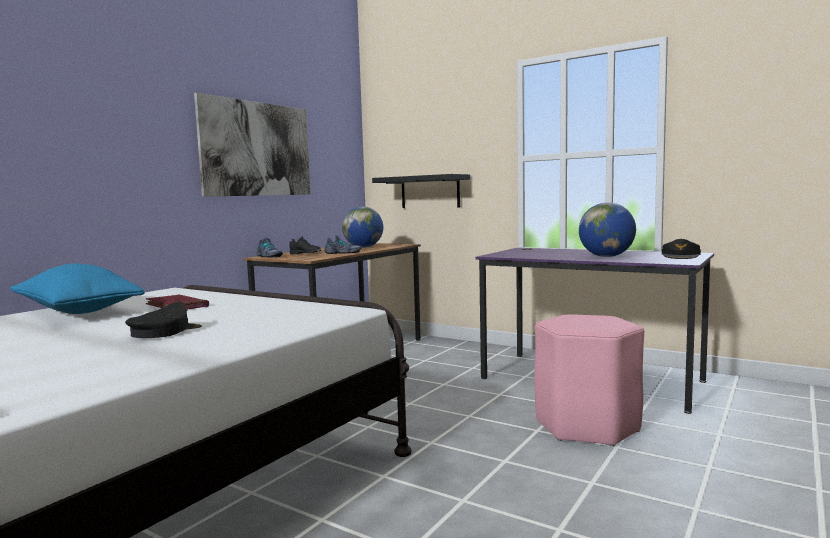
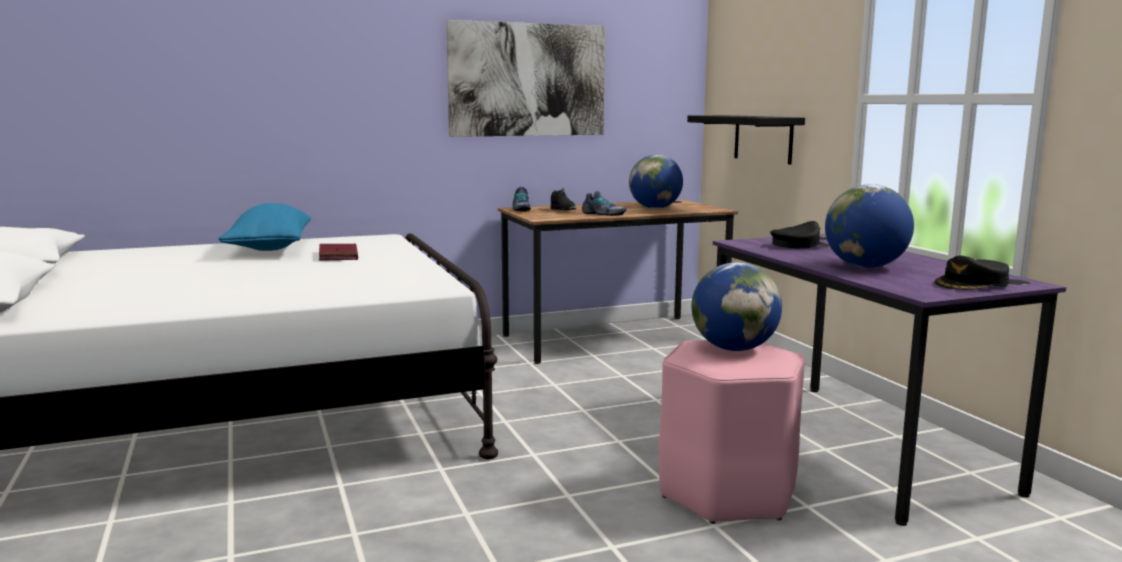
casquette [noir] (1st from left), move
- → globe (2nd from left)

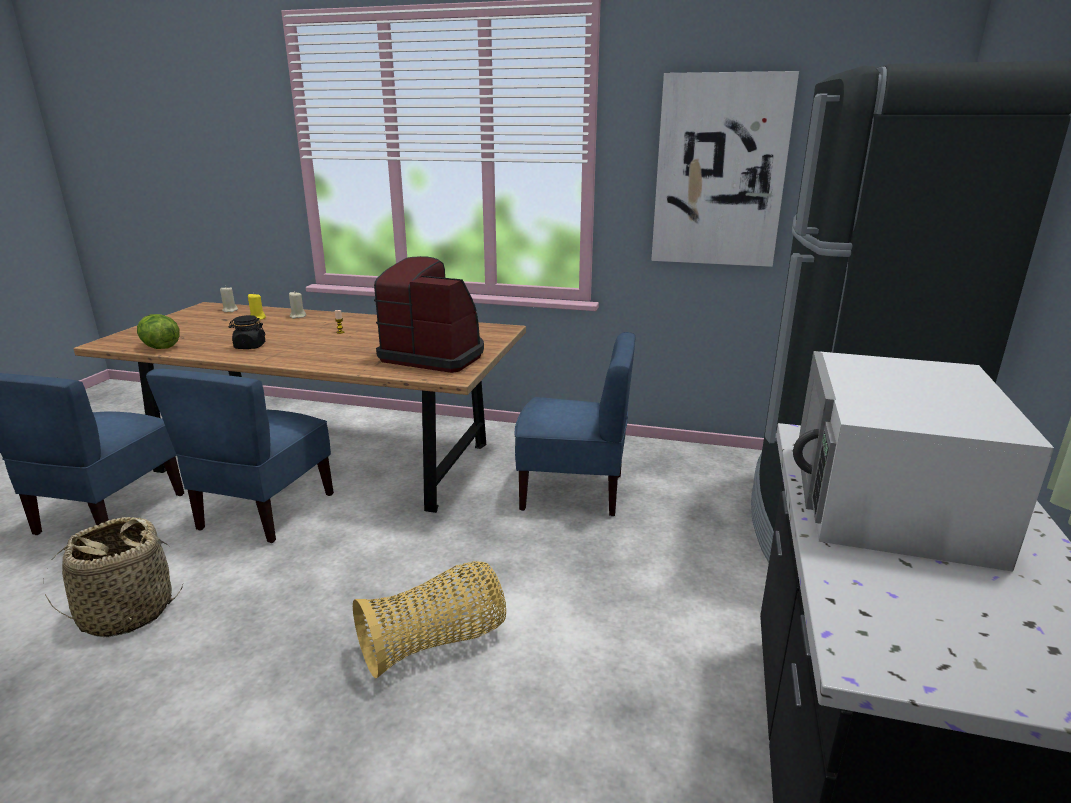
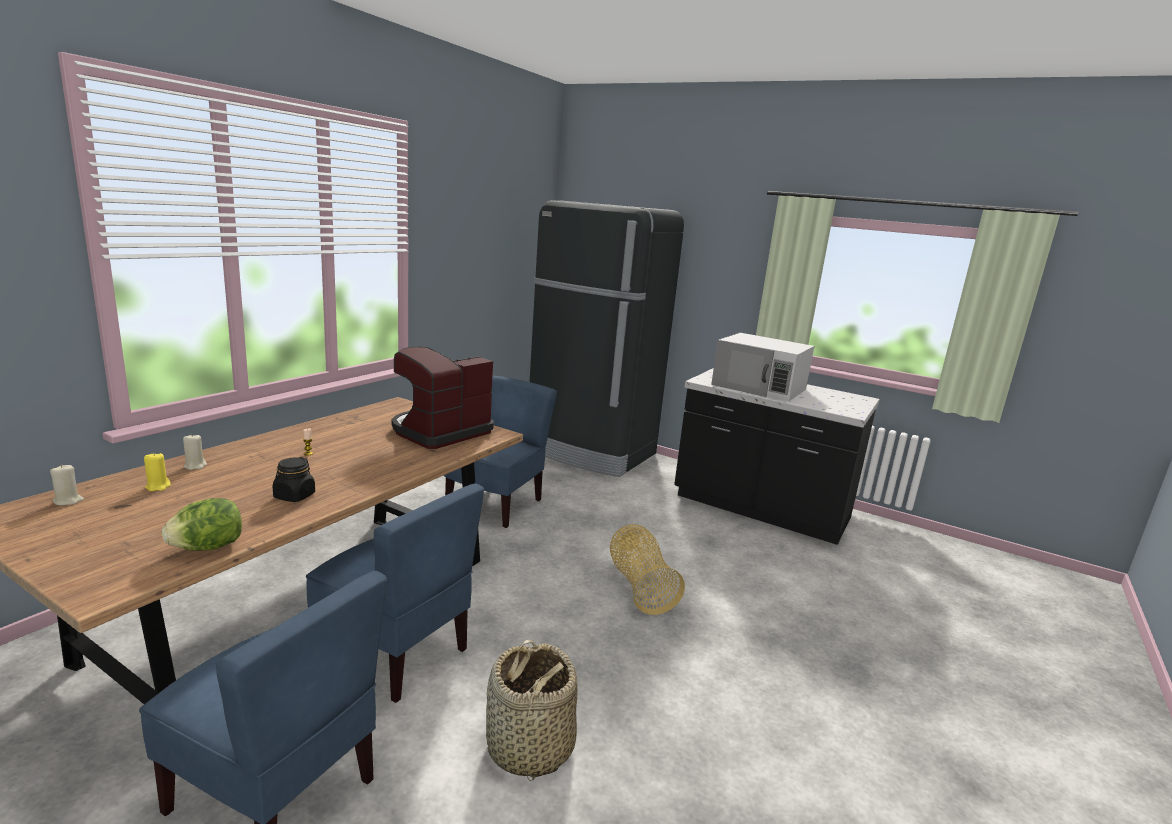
tableau → -

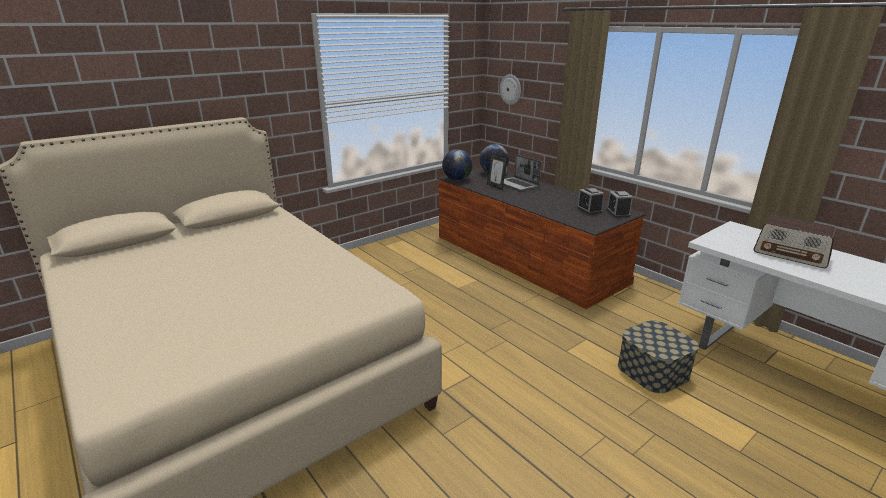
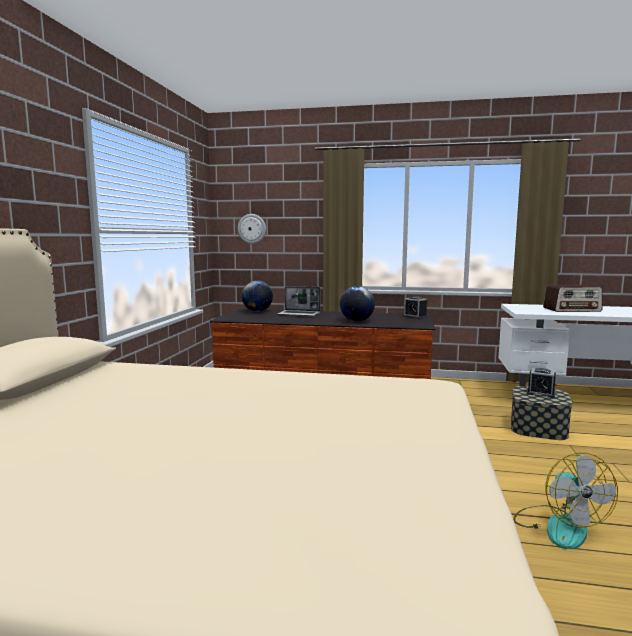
globe (1st from left in the first image) → globe (2nd from left), move
cadre photo → -
réveil (1st from left in the first image) → réveil (2nd from left), move
- → ventilateur

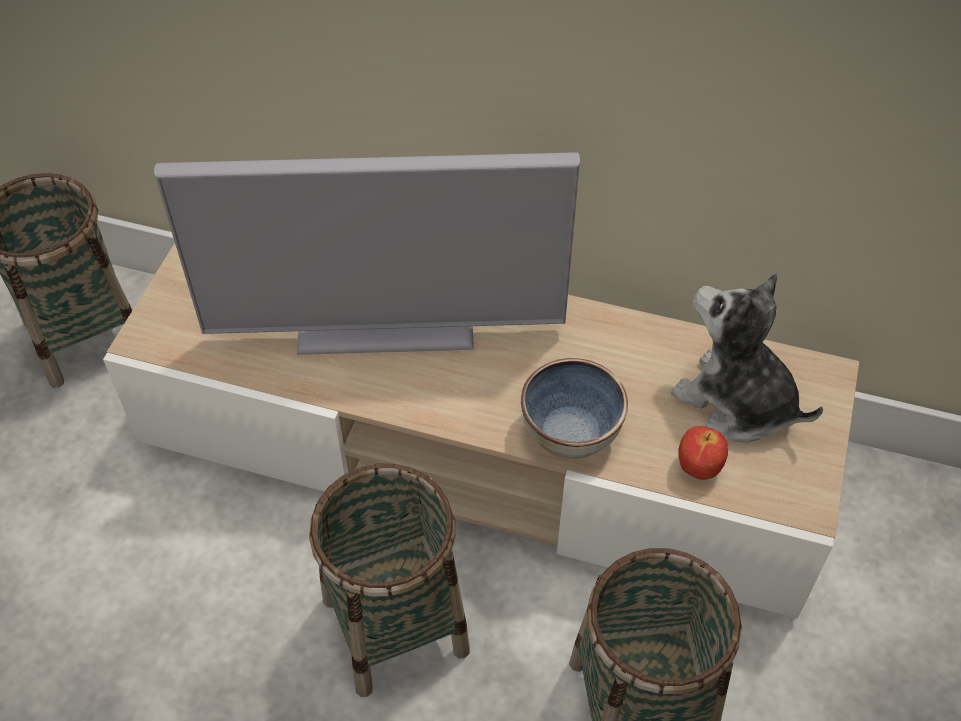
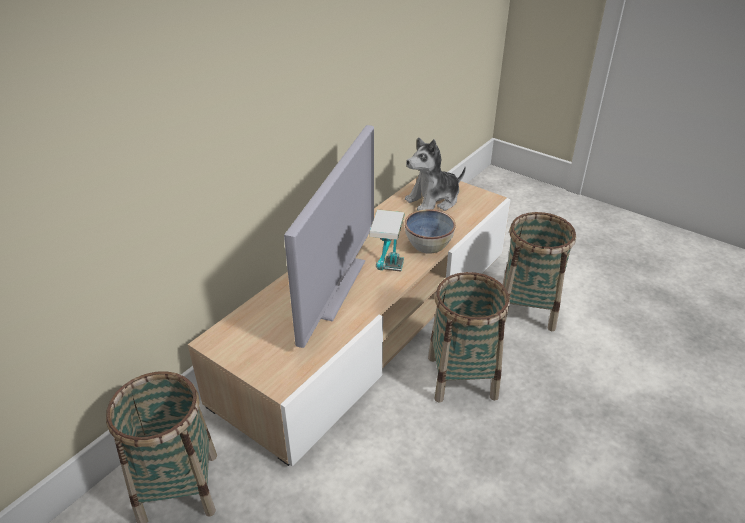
pomme → -
- → lampe de table

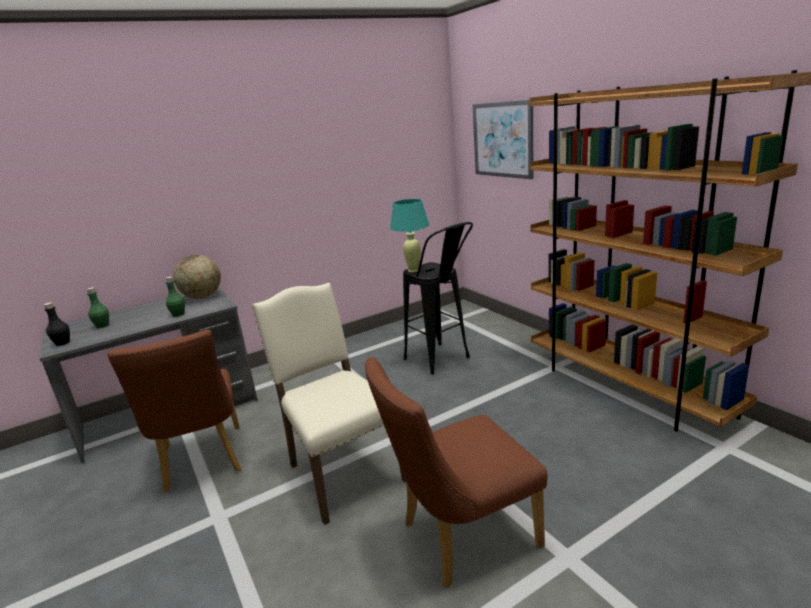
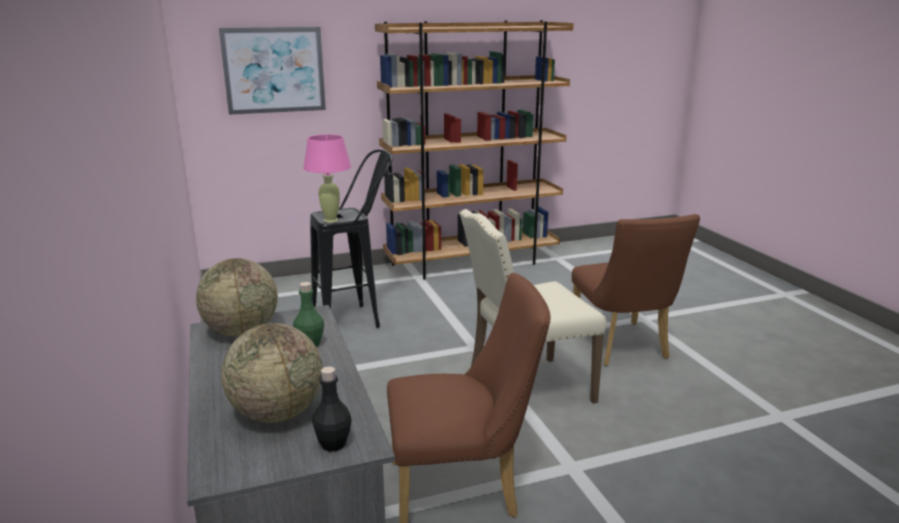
bouteille [vert] (1st from left) → globe (2nd from left)
lampe de table [turquoise] → lampe de table [rose]

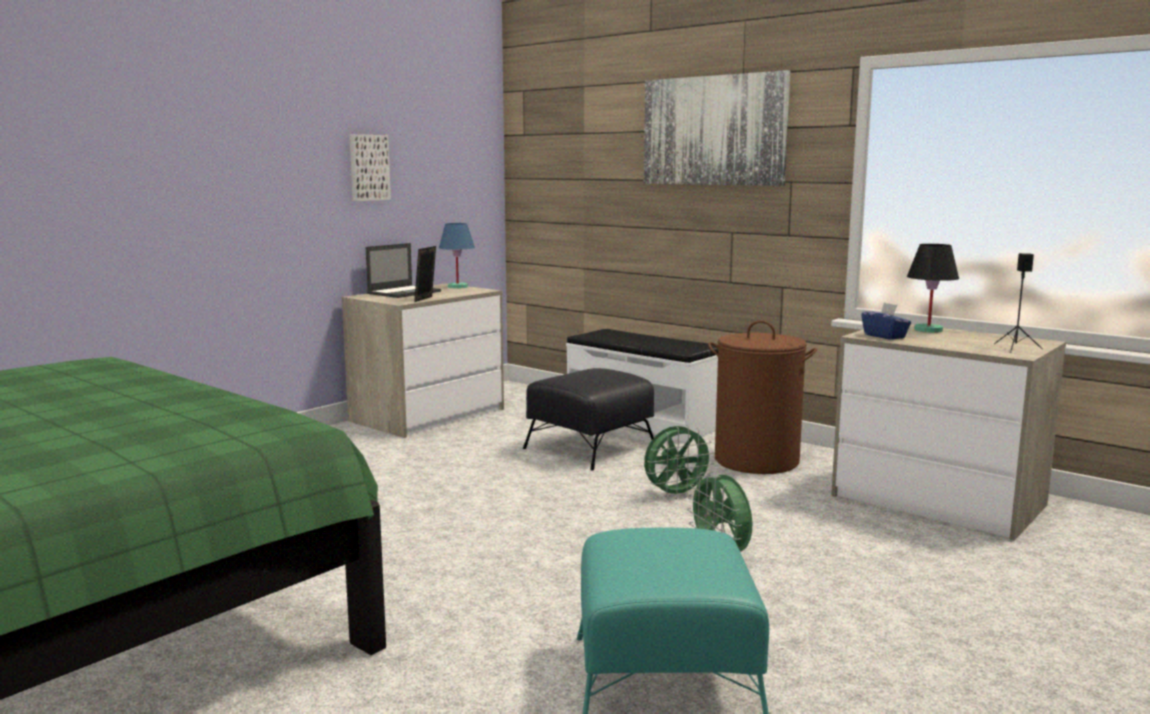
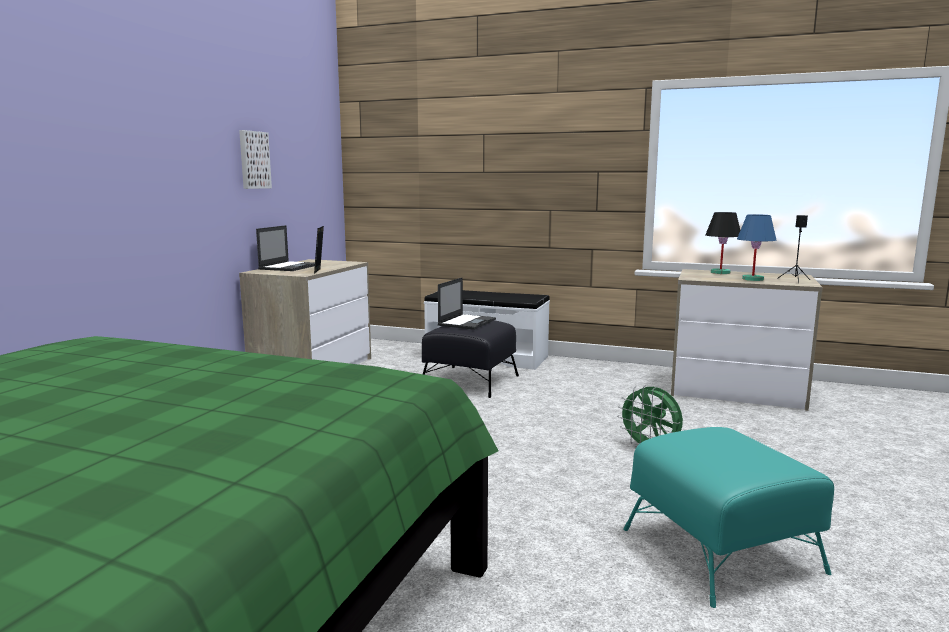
lampe de table [bleu], move
tableau (2nd from left) → -
ventilateur [vert] (1st from left) → -
panier à linge [marron] → -
boîte à mouchoirs [bleu] → -
- → ordinateur portable (2nd from left)

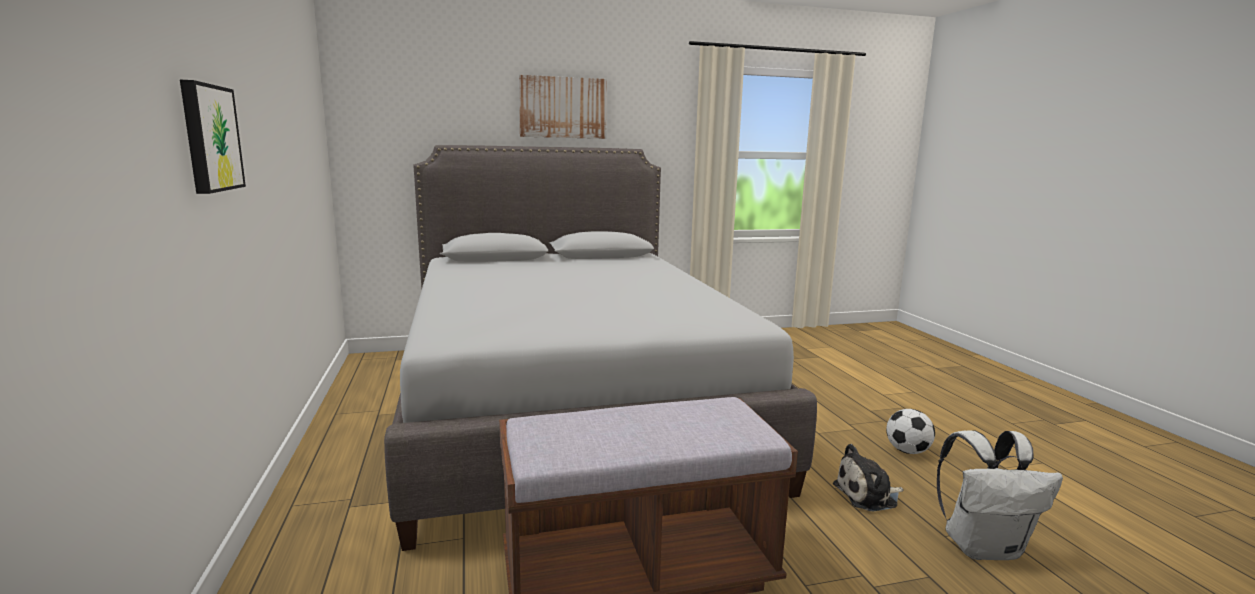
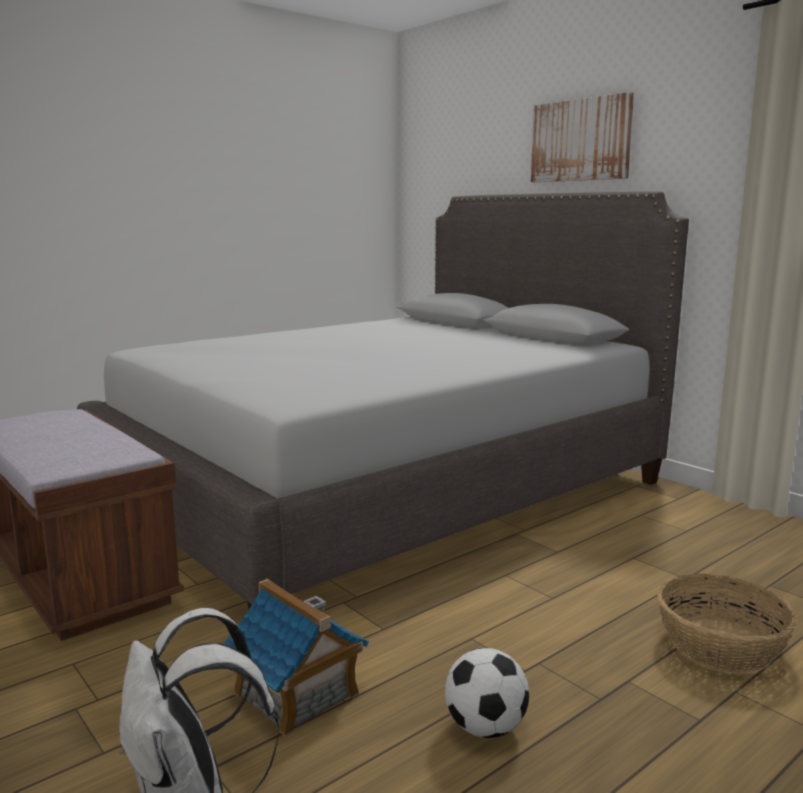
tableau (1st from left) → -
peluche → maison miniature
- → panier

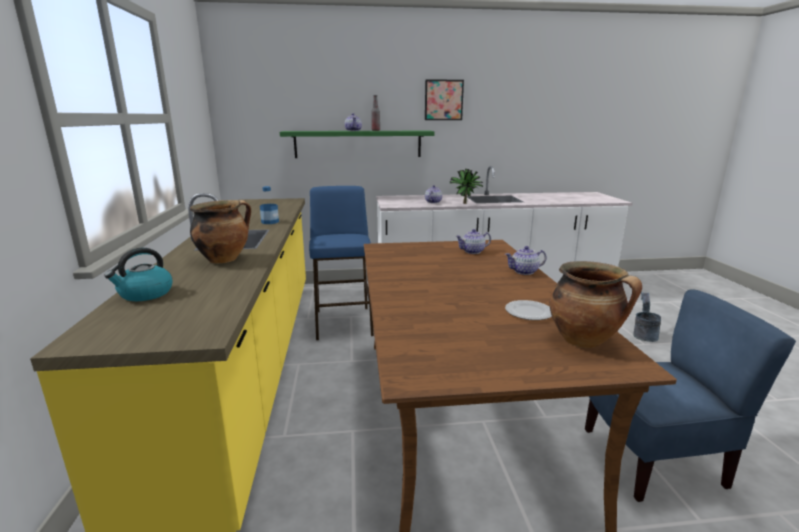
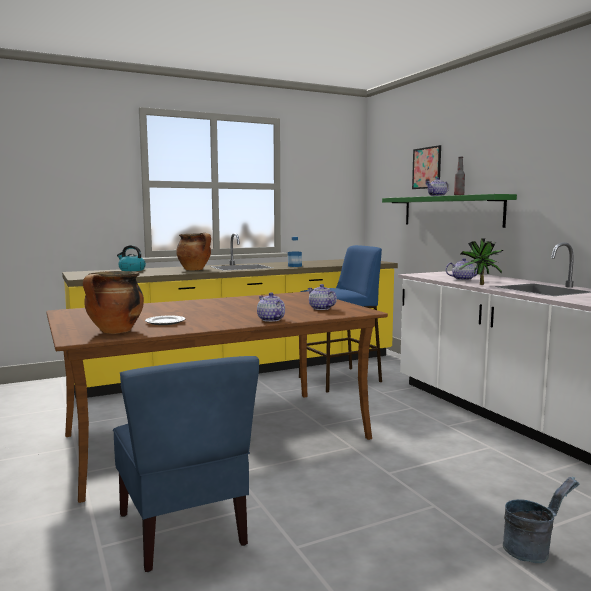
tableau, move

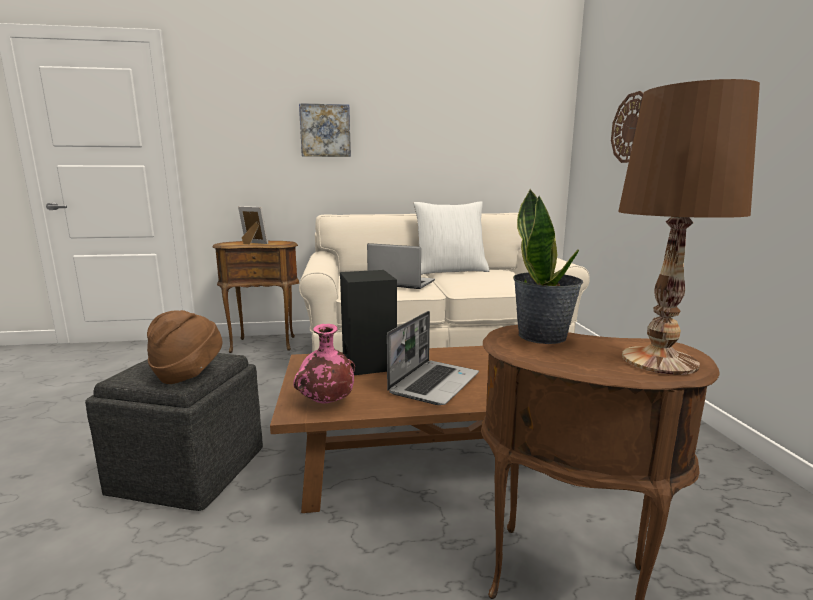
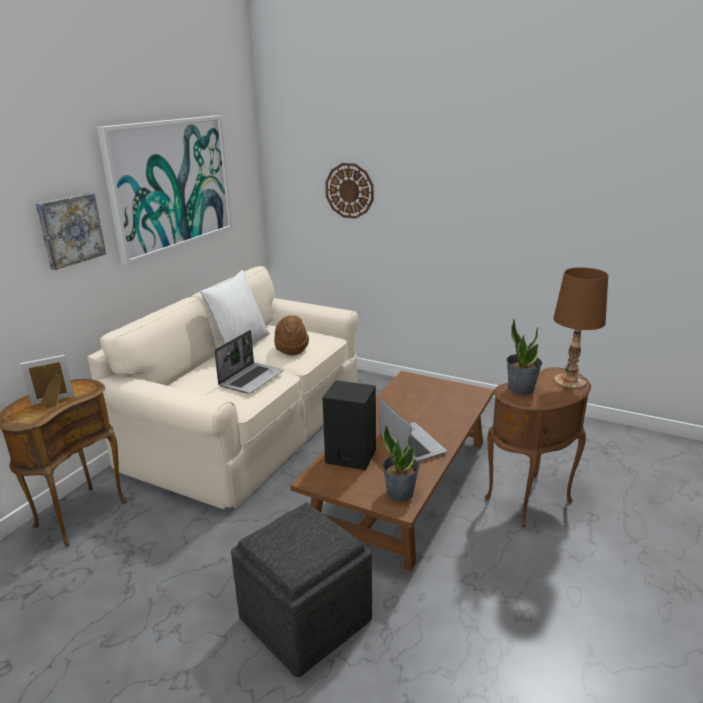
chapeau [marron], move
vase [rose] → plante en pot (1st from left)
ordinateur portable (1st from left), 150 degrees clockwise
- → tableau (2nd from left)

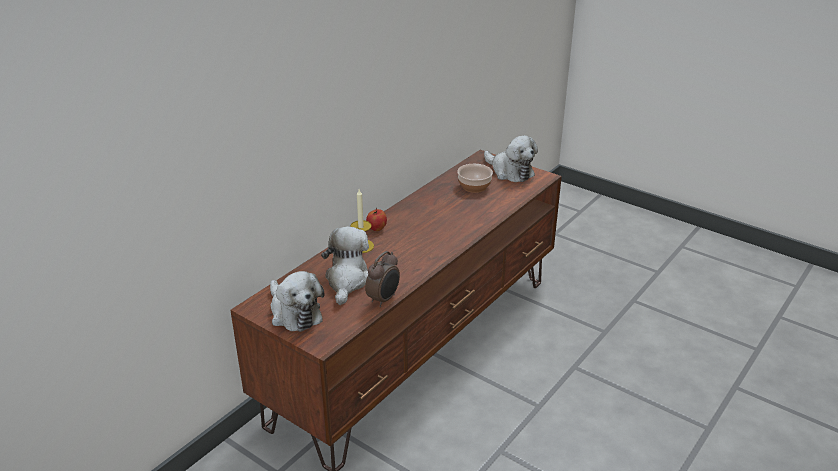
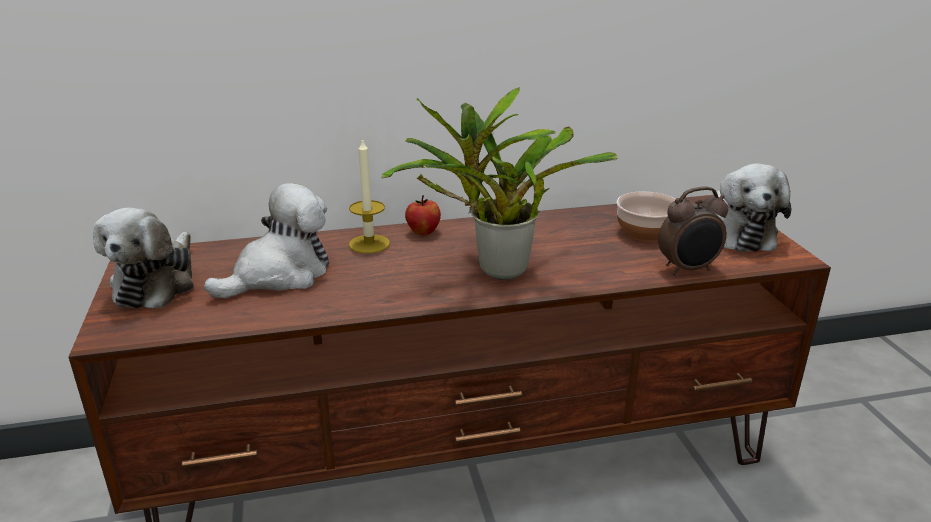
réveil, move
- → plante en pot

